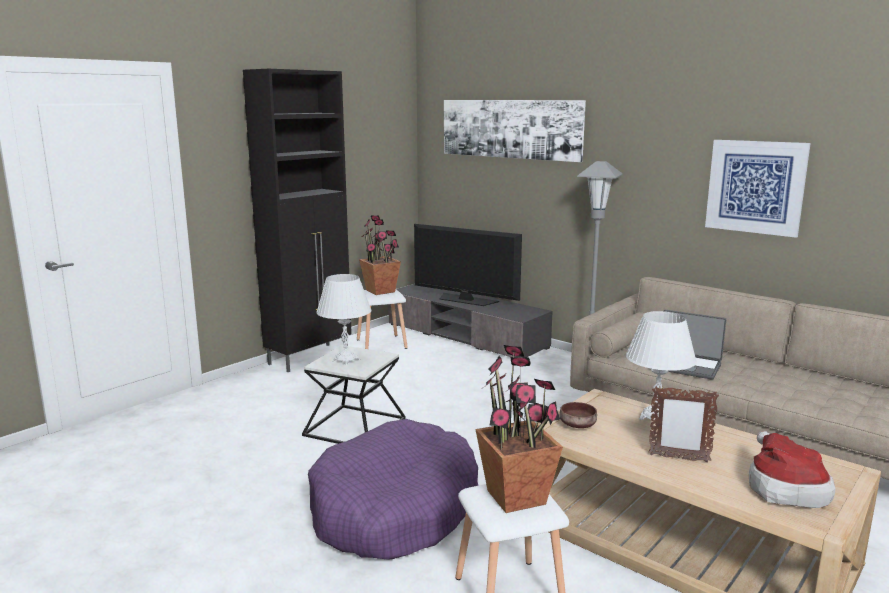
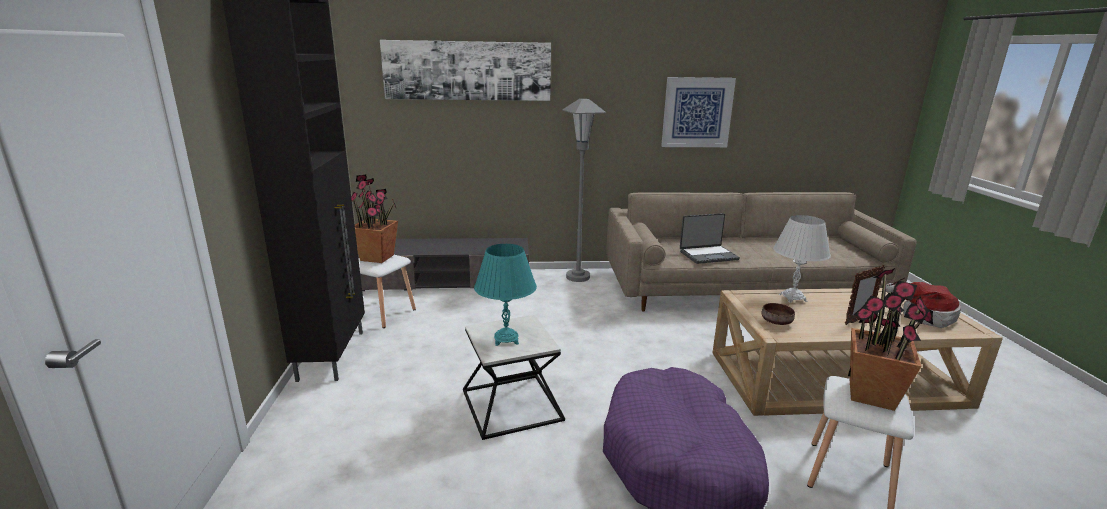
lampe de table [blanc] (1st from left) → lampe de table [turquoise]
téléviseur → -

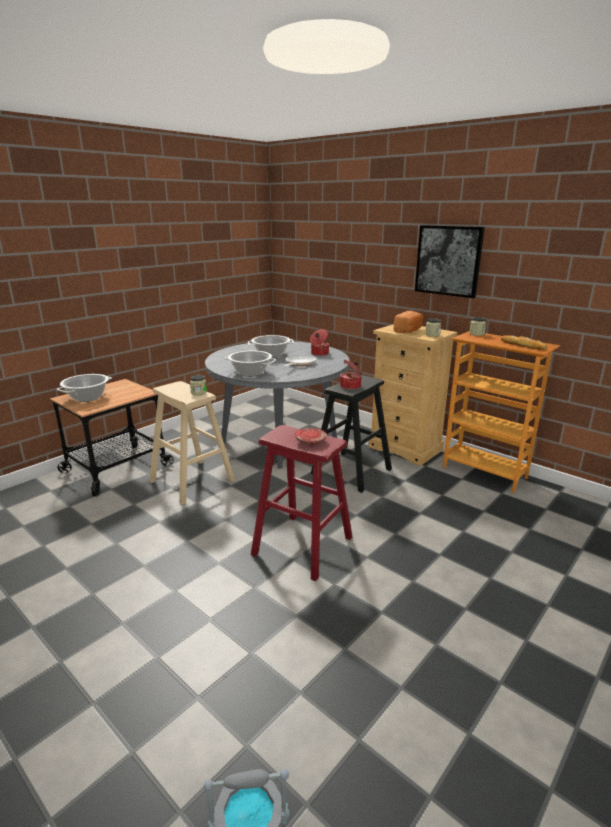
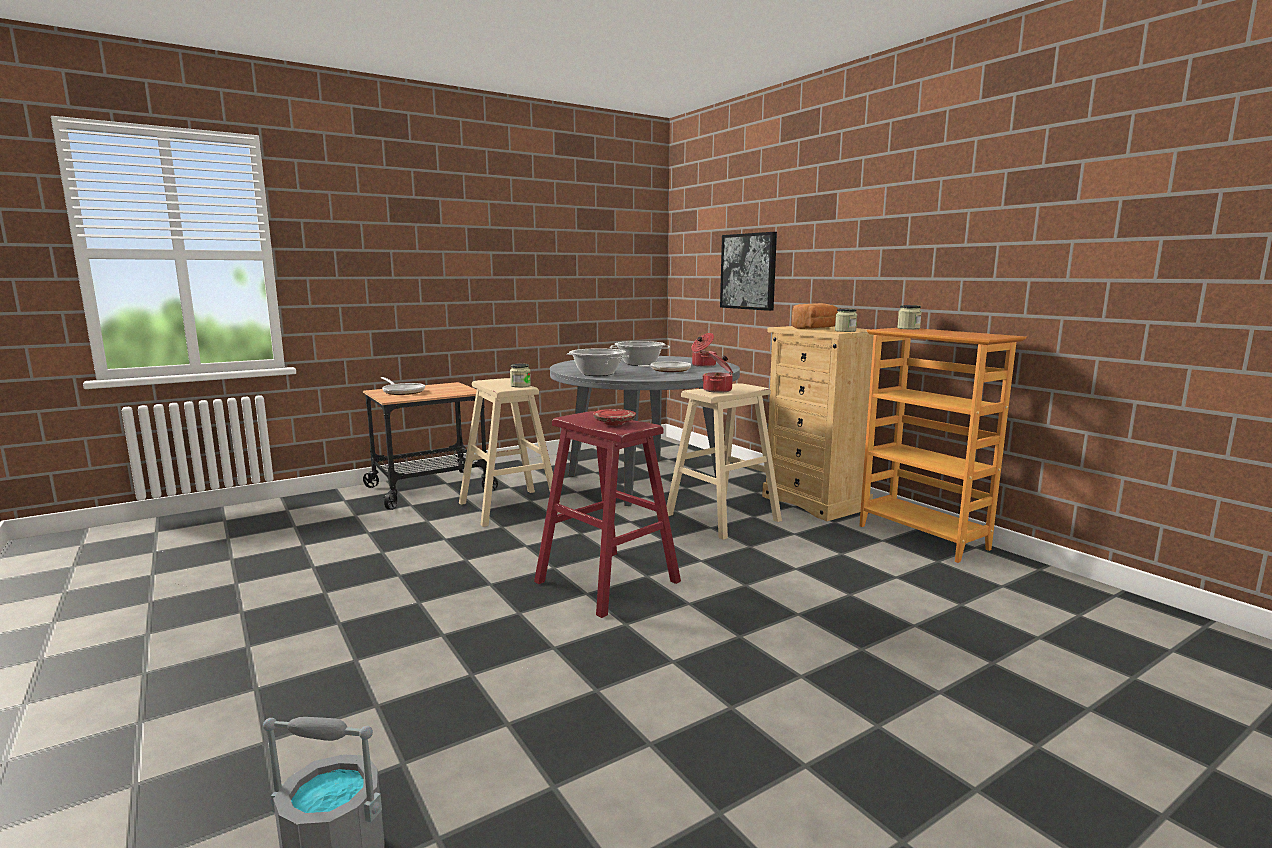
marmite (1st from left) → poêle (1st from left)
tabouret [noir] → tabouret [beige] (2nd from left)
tableau, move
pain (2nd from left) → -

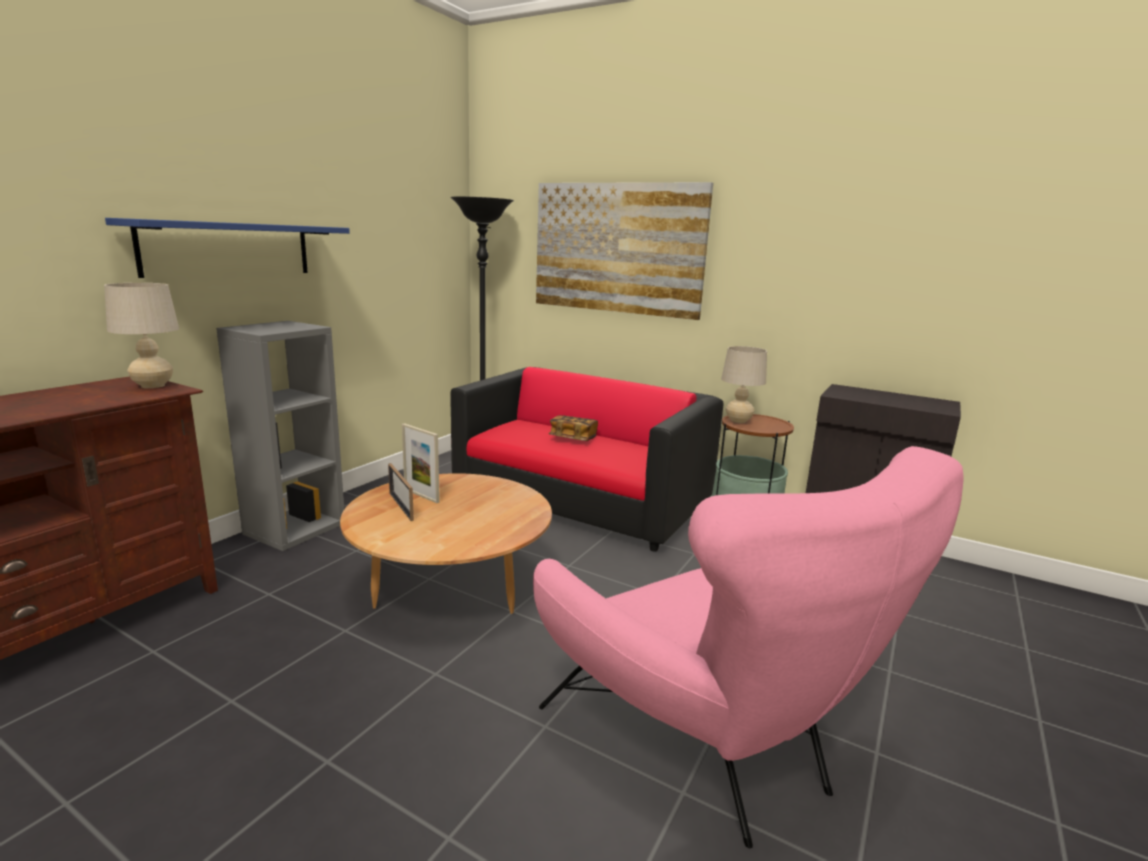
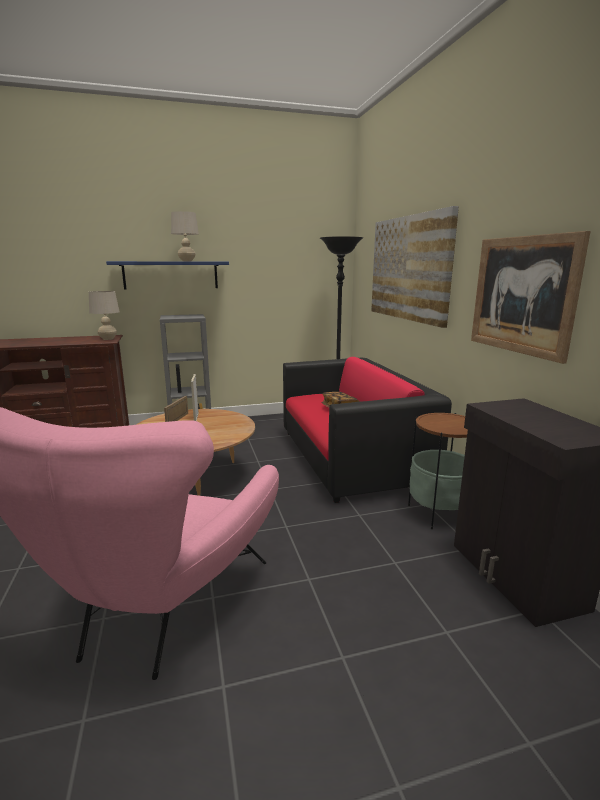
lampe de table [beige] (2nd from left), move
- → tableau (2nd from left)

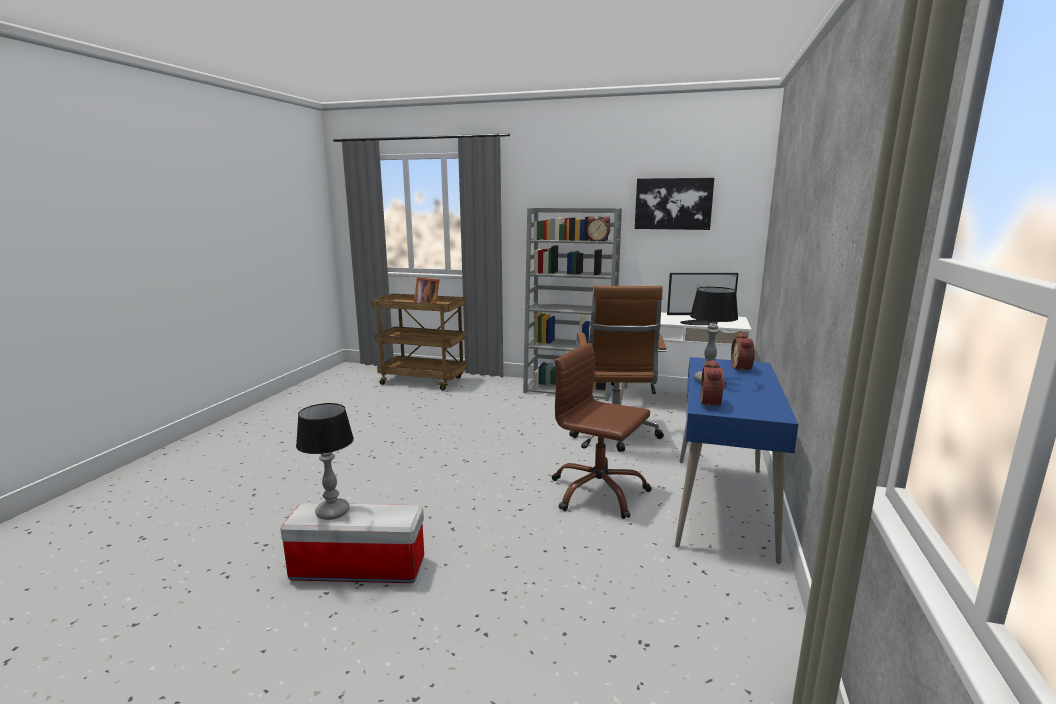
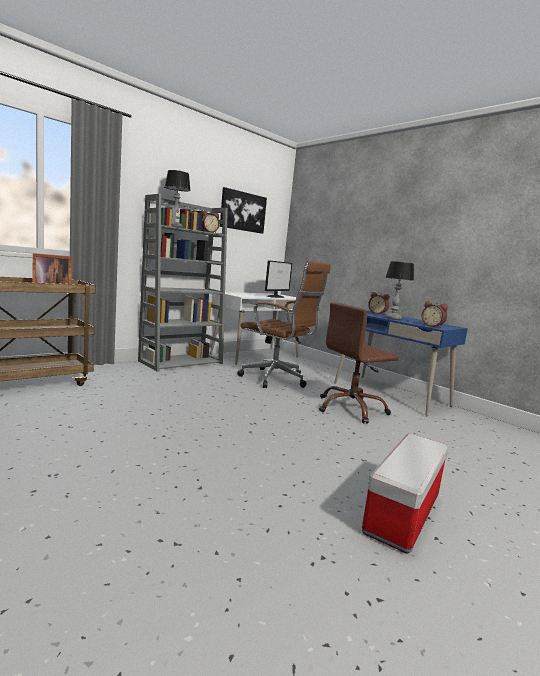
lampe de table (1st from left), move

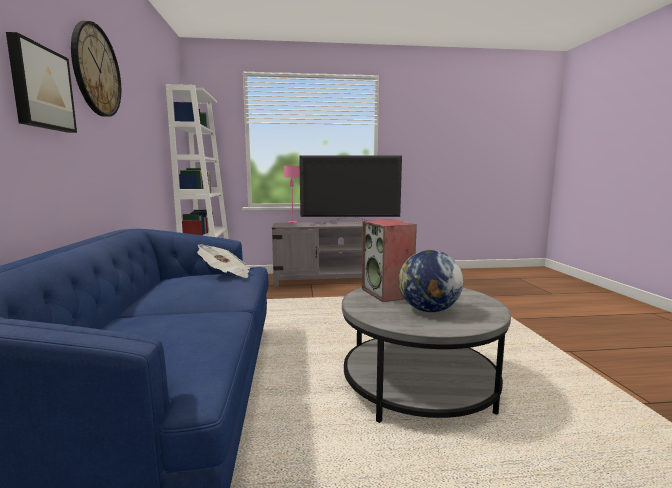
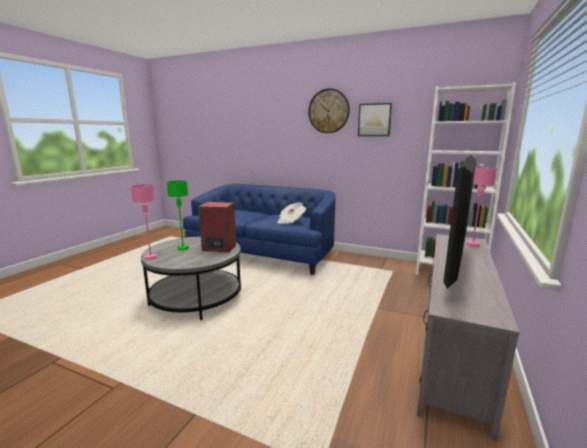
tableau, move
globe → lampe de table [vert]
- → lampe de table [rose] (1st from left)

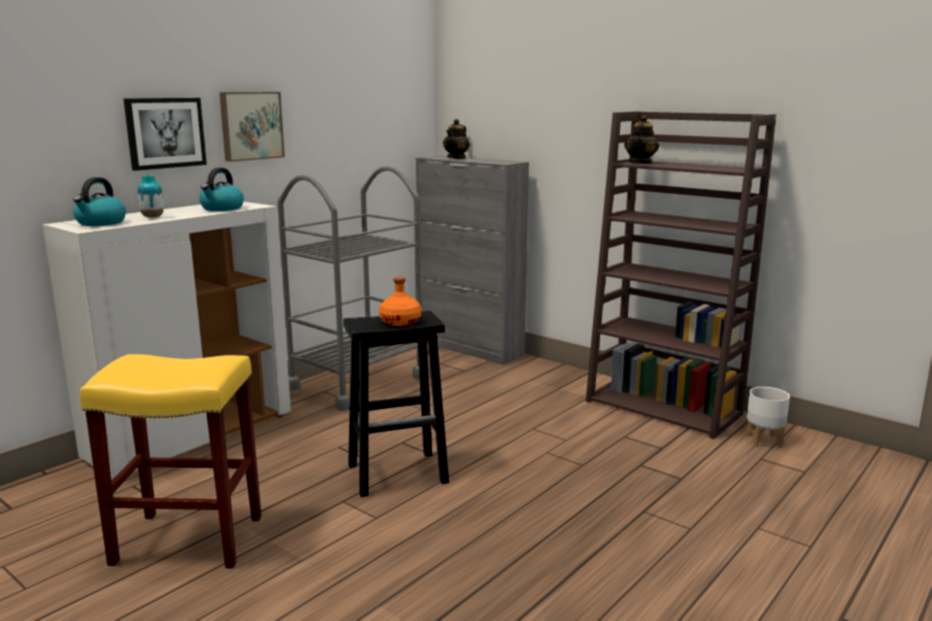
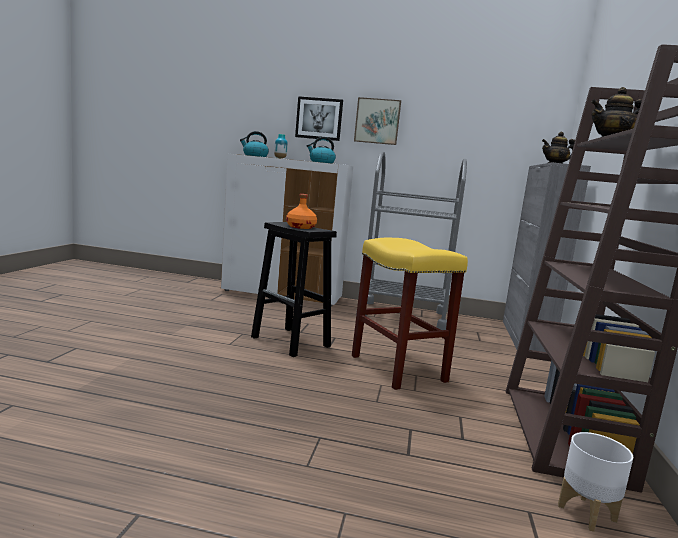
tabouret [jaune], move

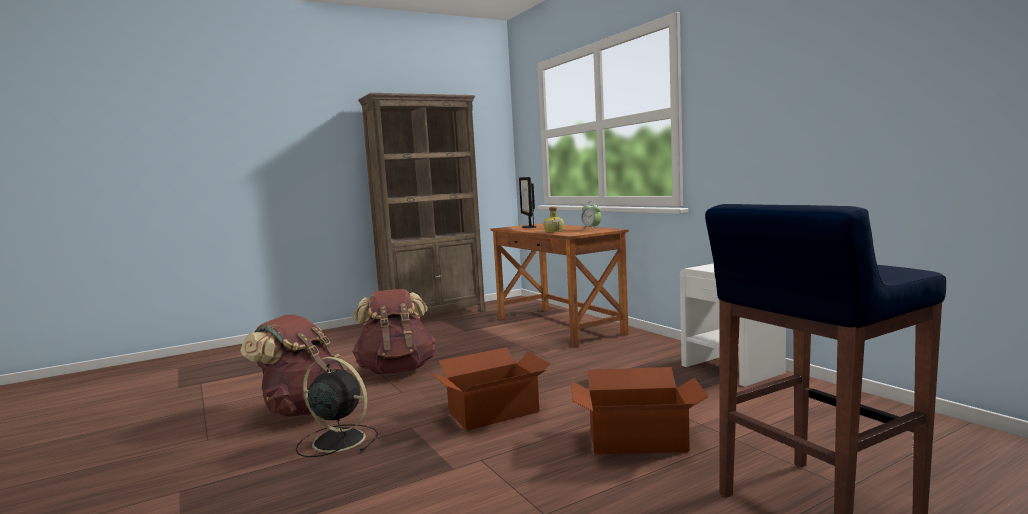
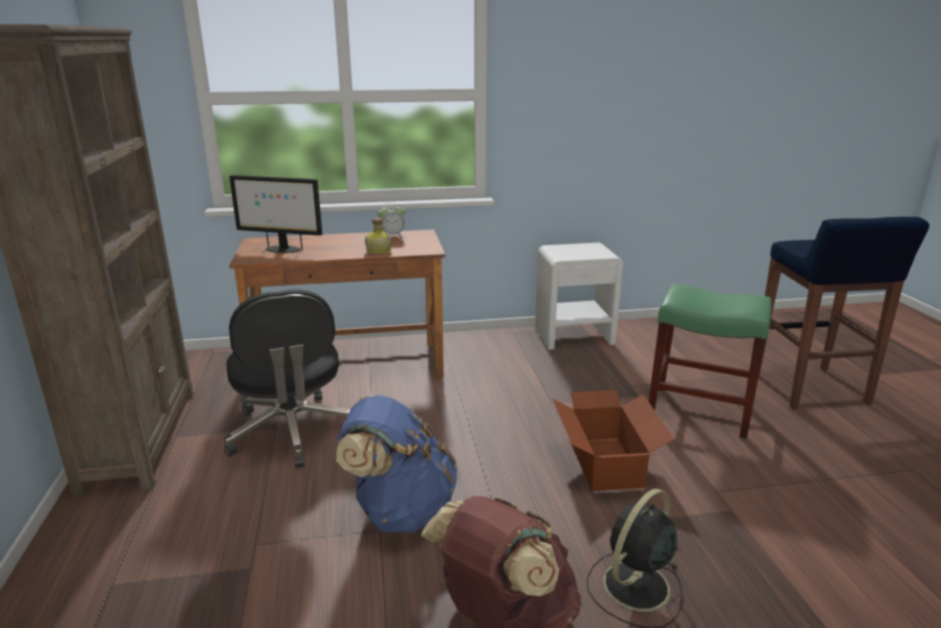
sac à dos [marron] (2nd from left) → sac à dos [bleu]
carton (2nd from left) → tabouret [vert]
- → chaise de bureau [noir]

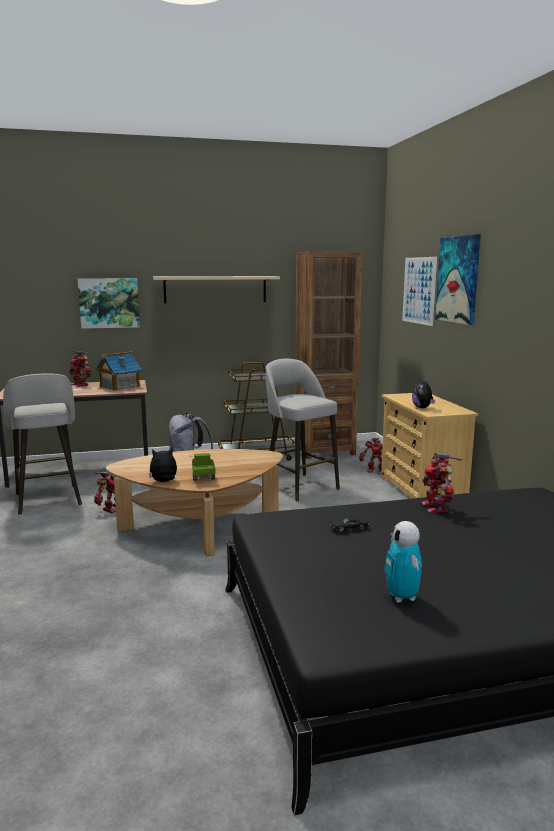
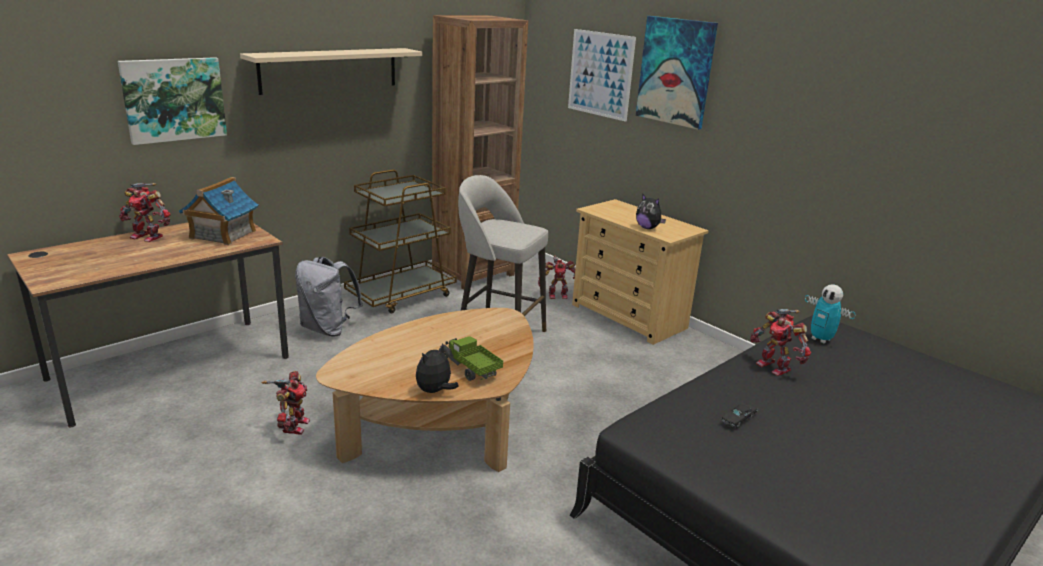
tabouret [gris] (1st from left) → -
robot jouet (4th from left in the first image) → robot jouet (5th from left), move

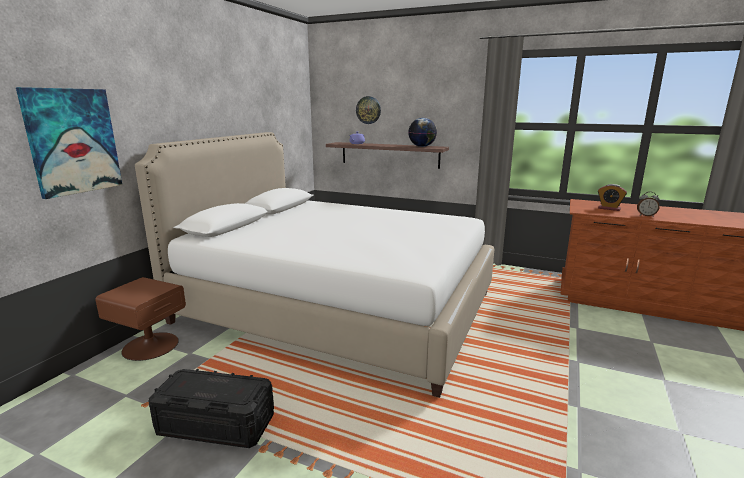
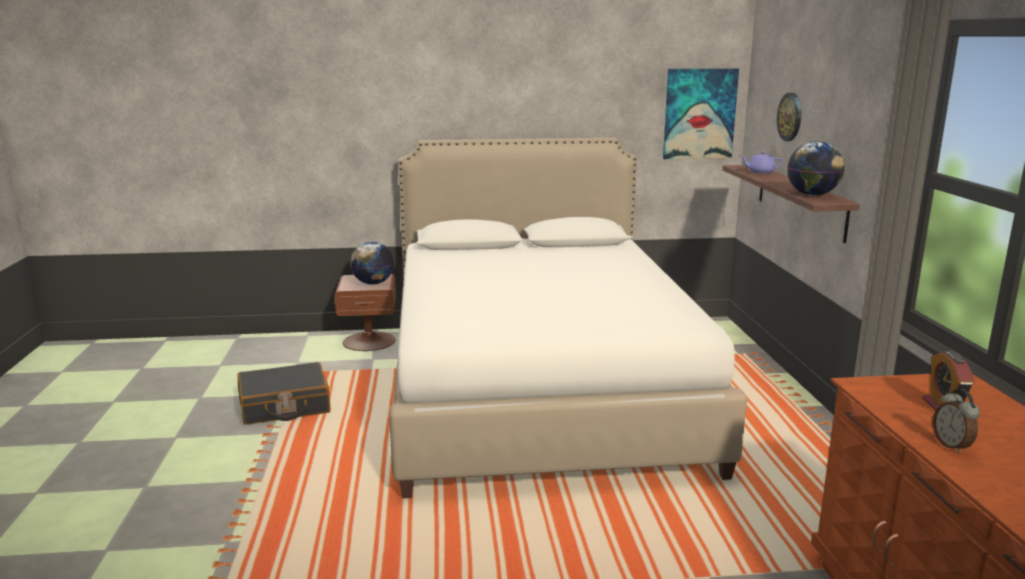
tableau, move
boîte de rangement [noir] → valise [noir]
- → globe (1st from left)

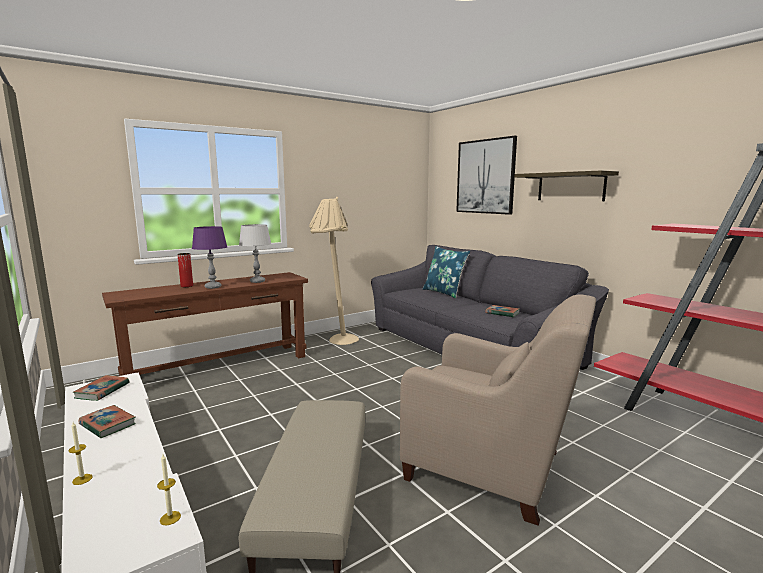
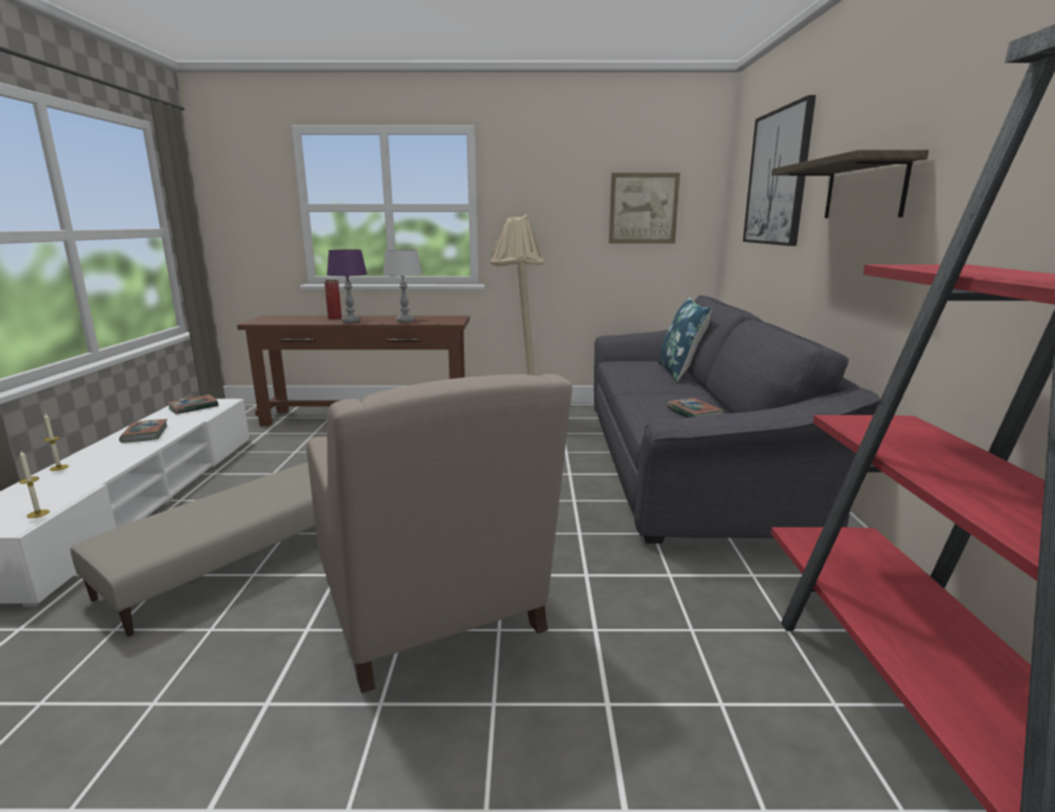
- → tableau (1st from left)

